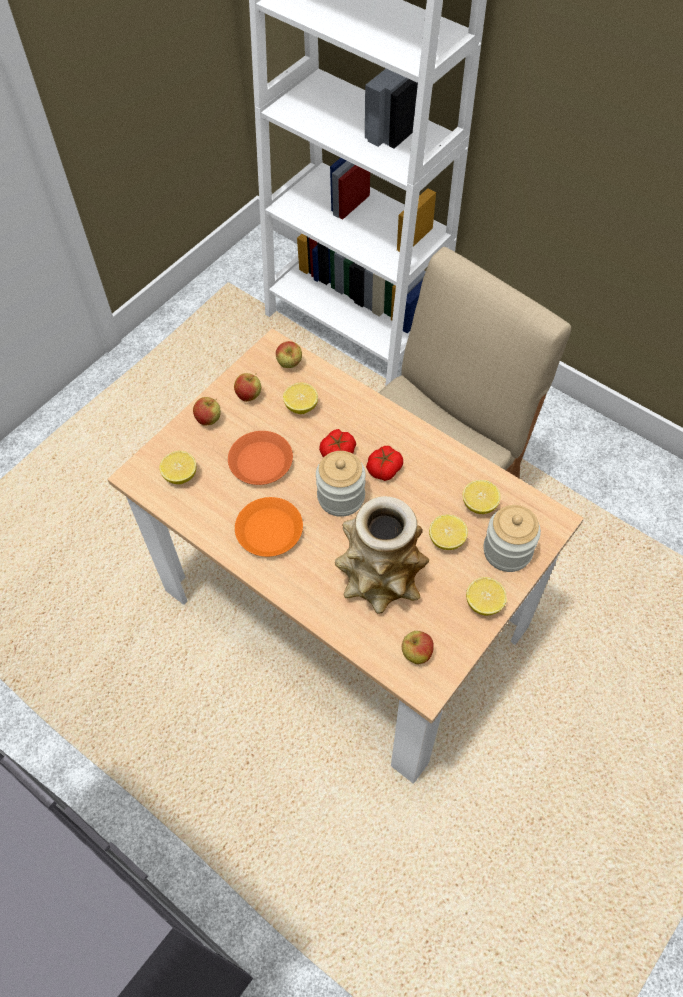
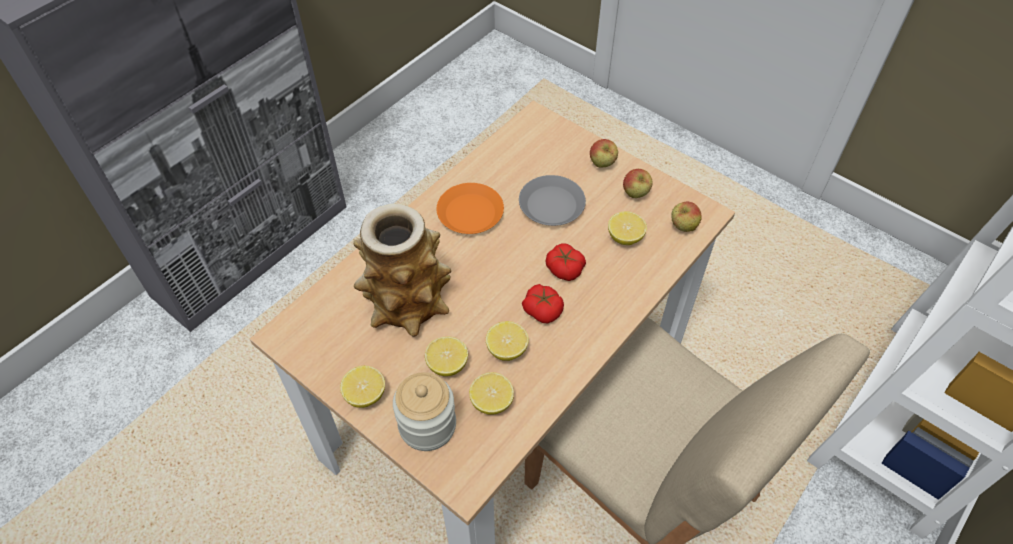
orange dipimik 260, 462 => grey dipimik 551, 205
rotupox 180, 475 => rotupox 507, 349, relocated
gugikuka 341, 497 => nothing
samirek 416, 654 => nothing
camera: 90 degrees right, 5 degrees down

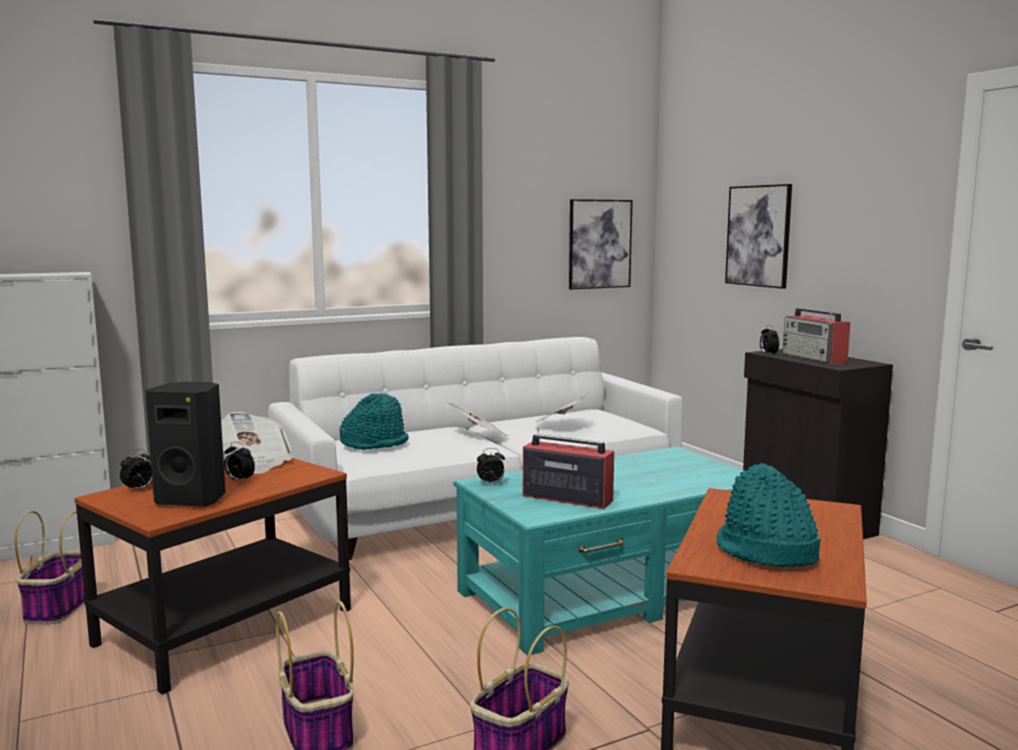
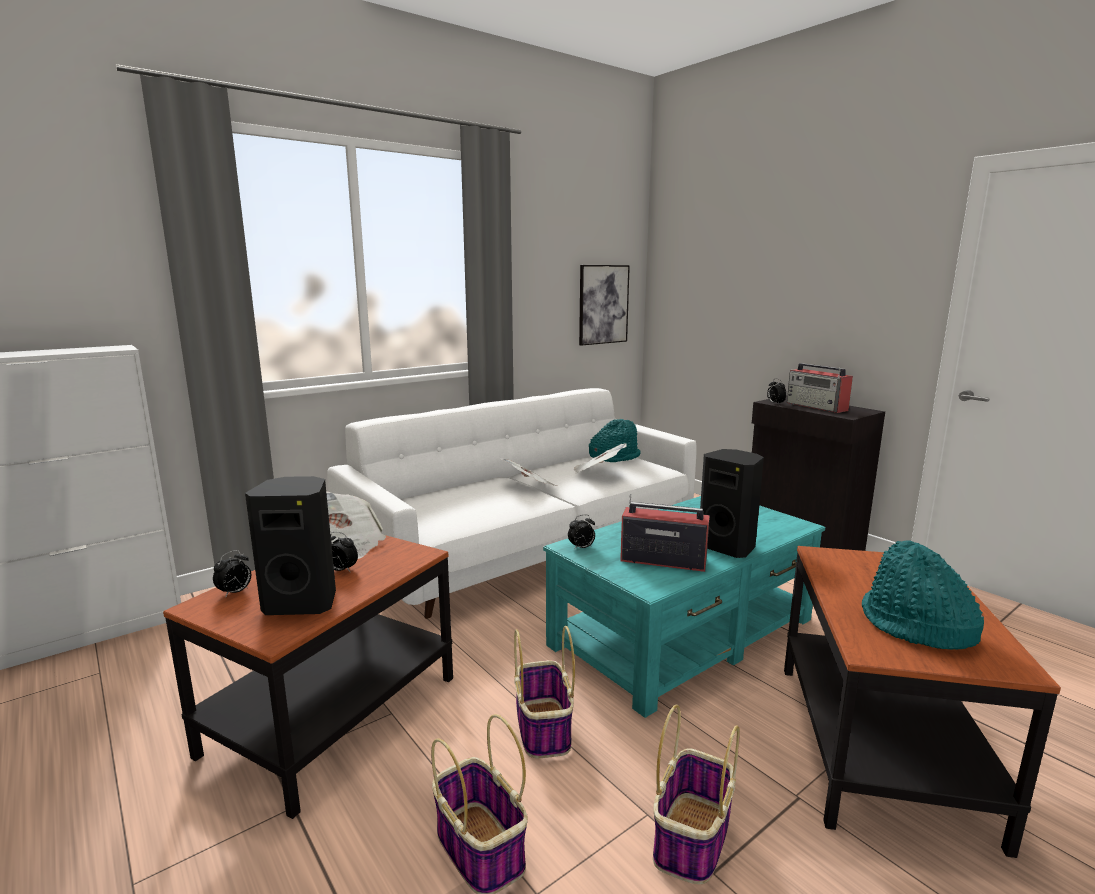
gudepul 758, 236 => nothing
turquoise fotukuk 375, 443 => turquoise fotukuk 614, 457, relocated
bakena 59, 607 => bakena 542, 728, relocated
nothing => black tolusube 728, 547
camera: 10 degrees left, 5 degrees up

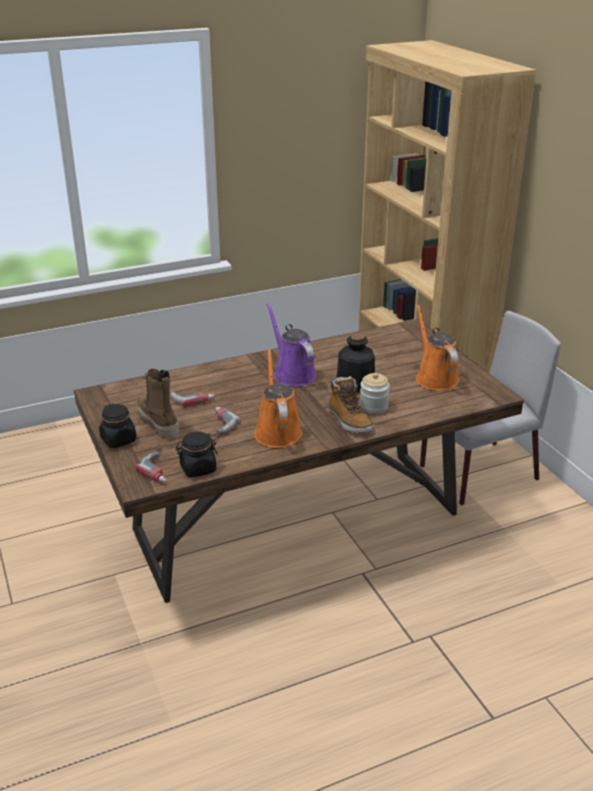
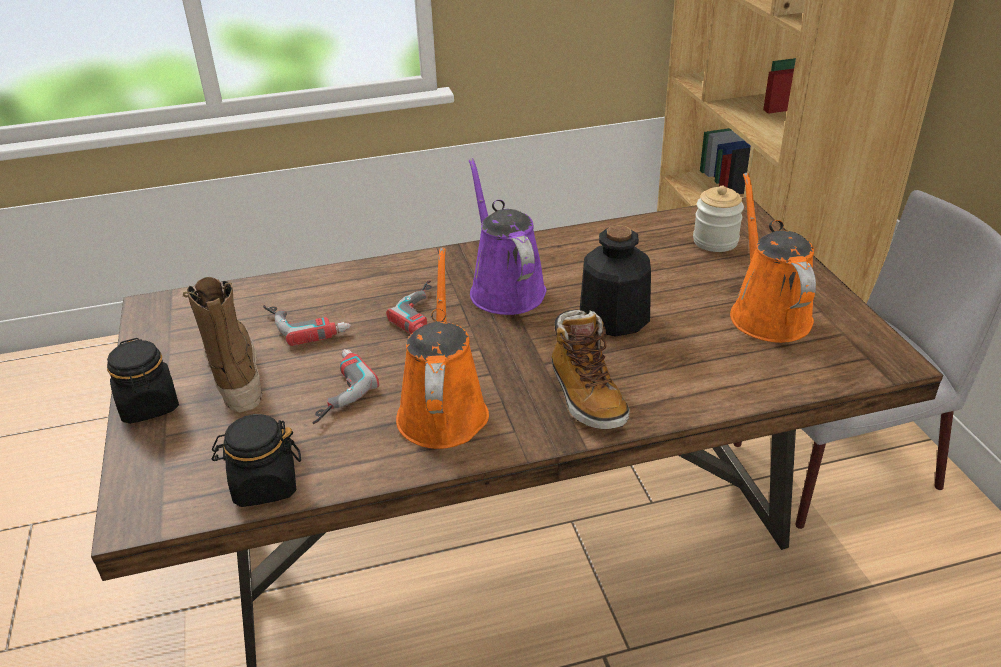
gugikuka 373, 407 => gugikuka 715, 241, relocated
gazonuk 162, 467 => gazonuk 428, 315, relocated
camera: 10 degrees right, 5 degrees up

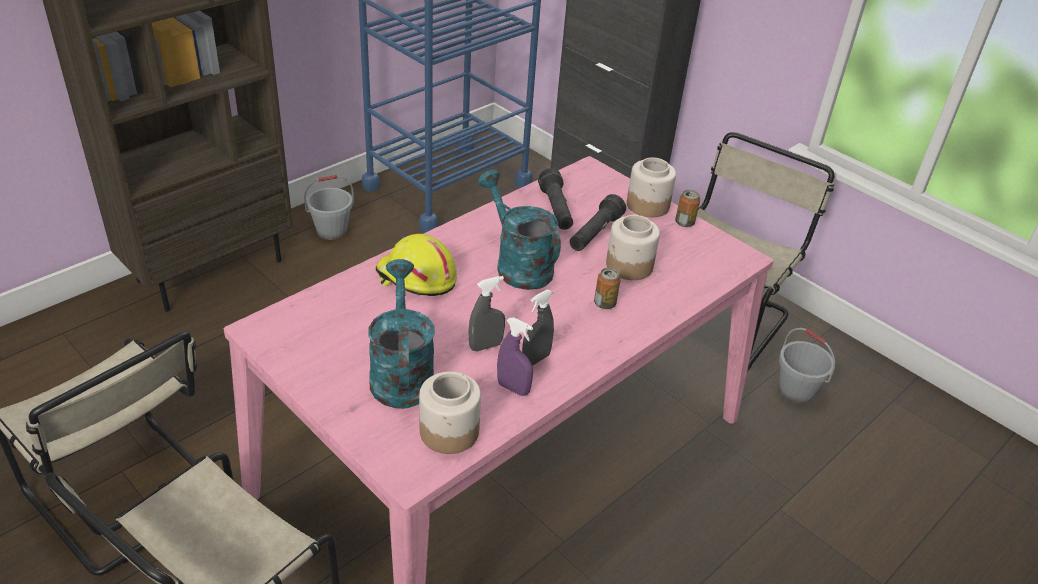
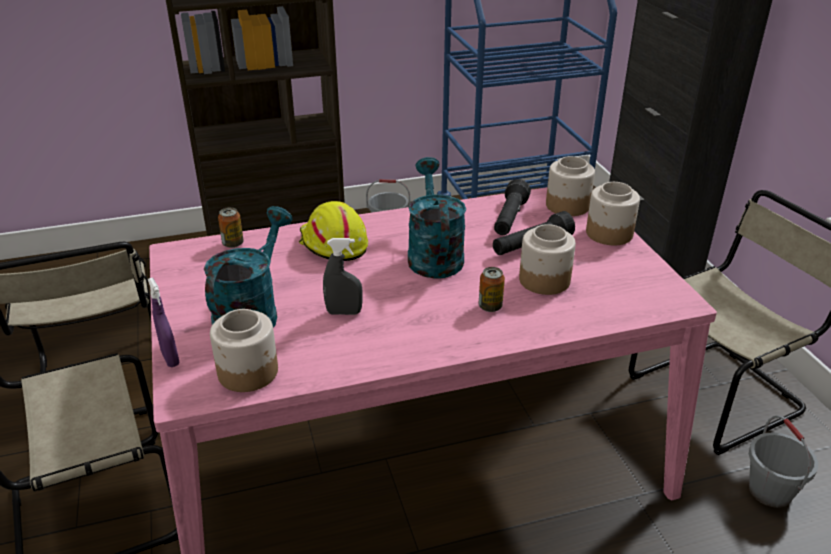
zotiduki 684, 223 => zotiduki 233, 243, relocated
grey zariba 536, 359 => nothing
purple zariba 513, 388 => purple zariba 170, 358, relocated
nothing => gugikuka 567, 206
camera: 30 degrees right, 5 degrees down

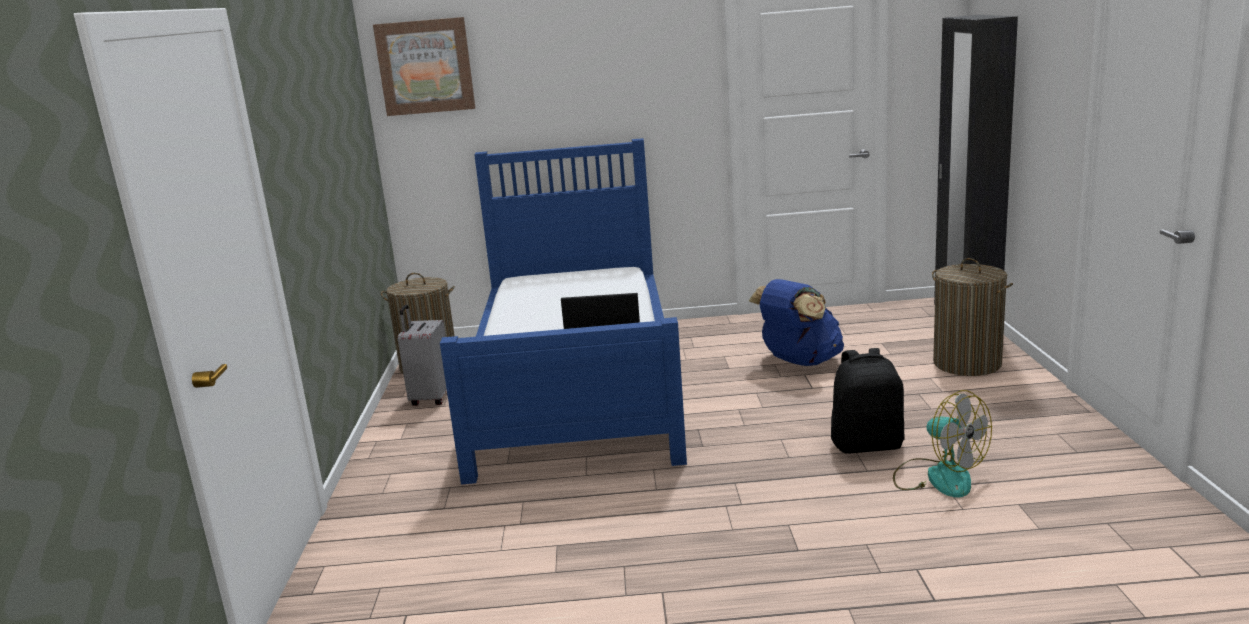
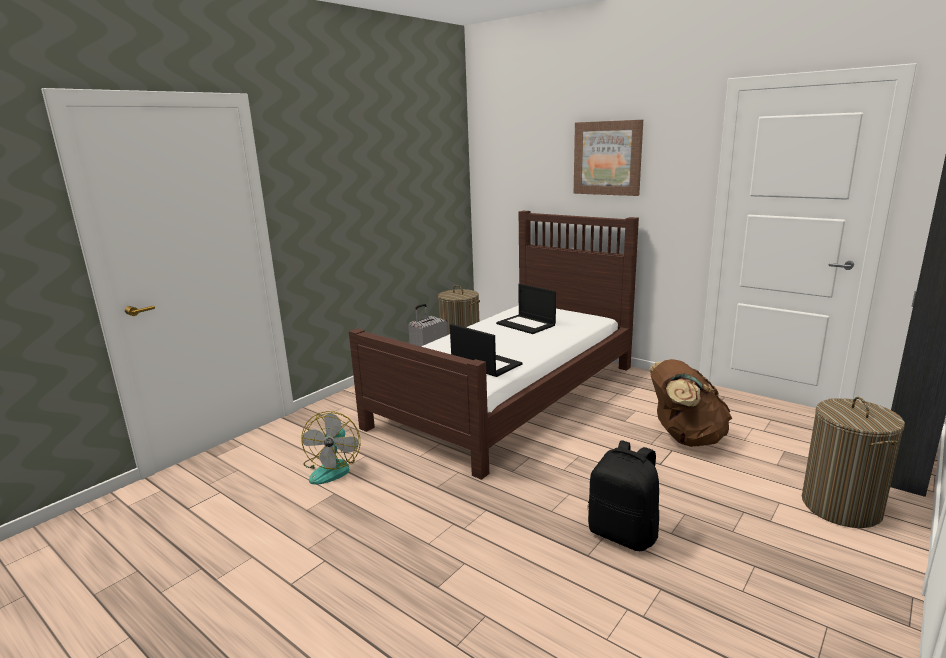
gudepul 425, 66 => gudepul 607, 158, relocated
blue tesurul 576, 388 => brown tesurul 508, 394
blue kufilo 799, 361 => brown kufilo 685, 438
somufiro 938, 477 => somufiro 333, 468, relocated
nothing => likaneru 526, 324
camera: 40 degrees right, 0 degrees up

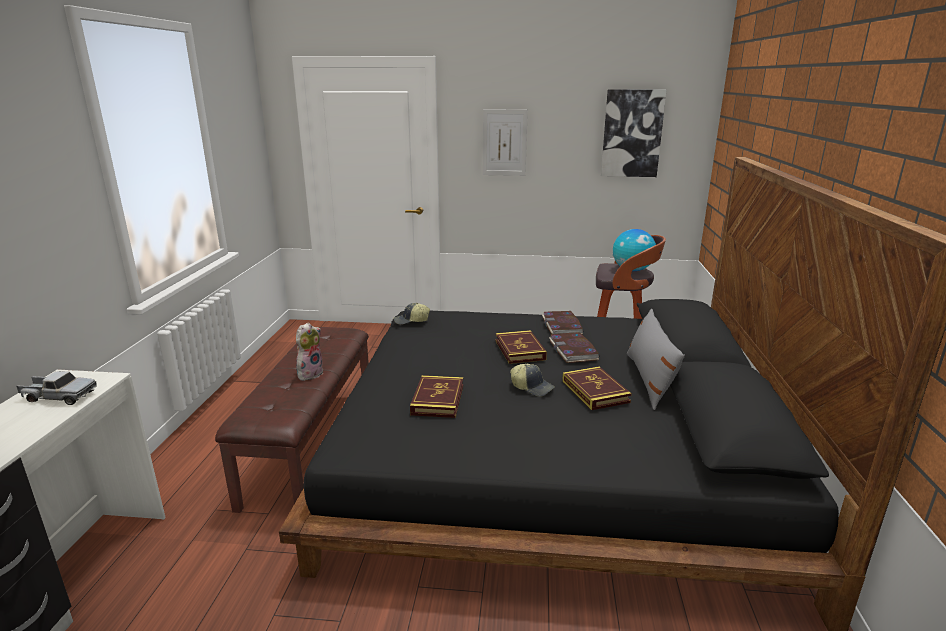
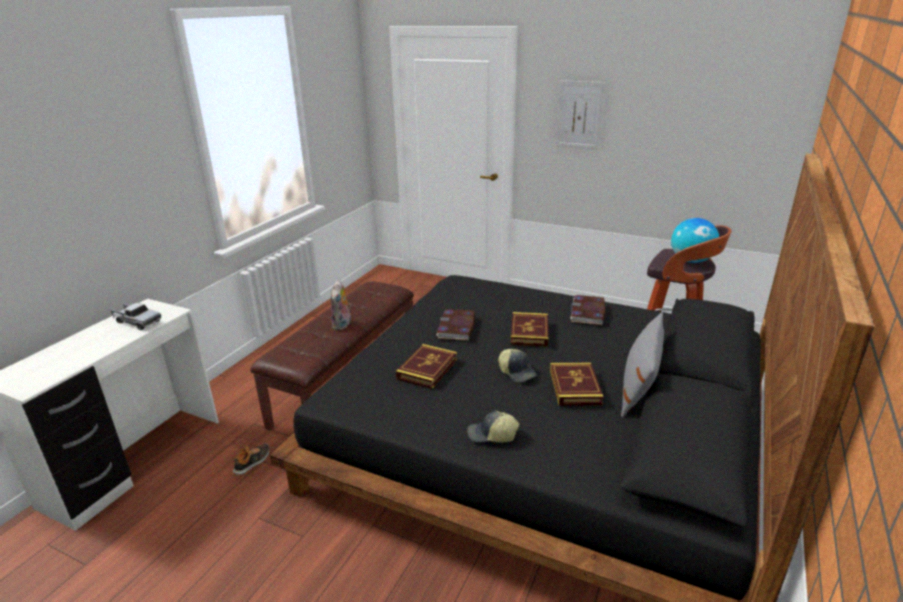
gudepul 632, 133 => nothing
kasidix 411, 321 => kasidix 492, 435, relocated
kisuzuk 310, 373 => kisuzuk 342, 325, 135 degrees clockwise
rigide 573, 350 => rigide 456, 327, relocated
nothing => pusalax 252, 462
camera: 20 degrees right, 5 degrees up

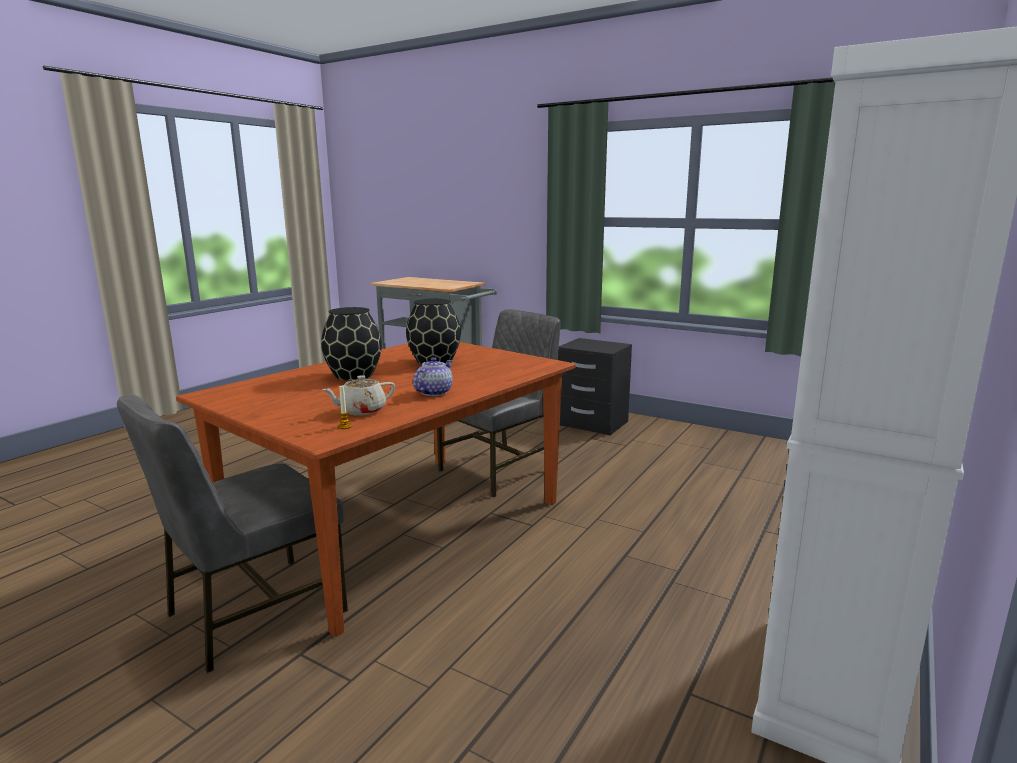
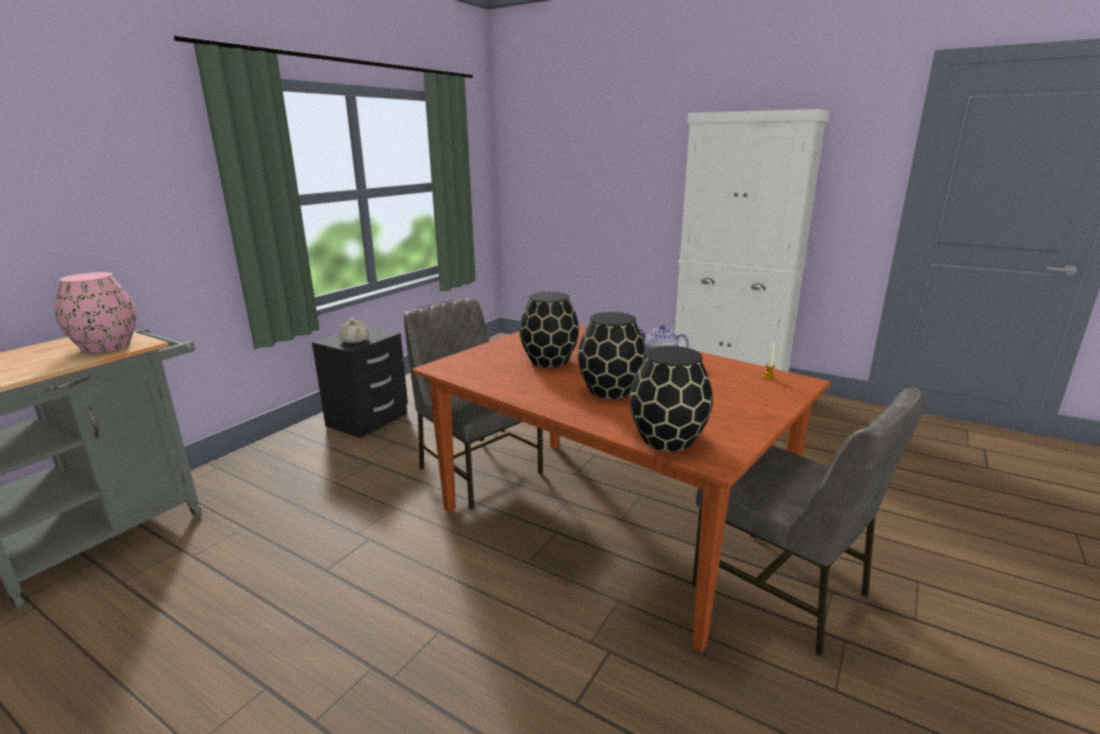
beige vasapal 362, 411 => beige vasapal 355, 340, relocated
nothing => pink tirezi 105, 347
nothing => black tirezi 667, 439
camera: 90 degrees left, 5 degrees up

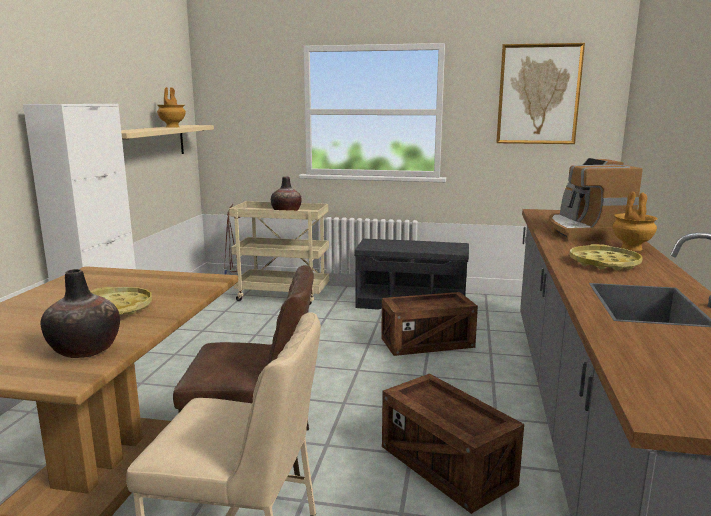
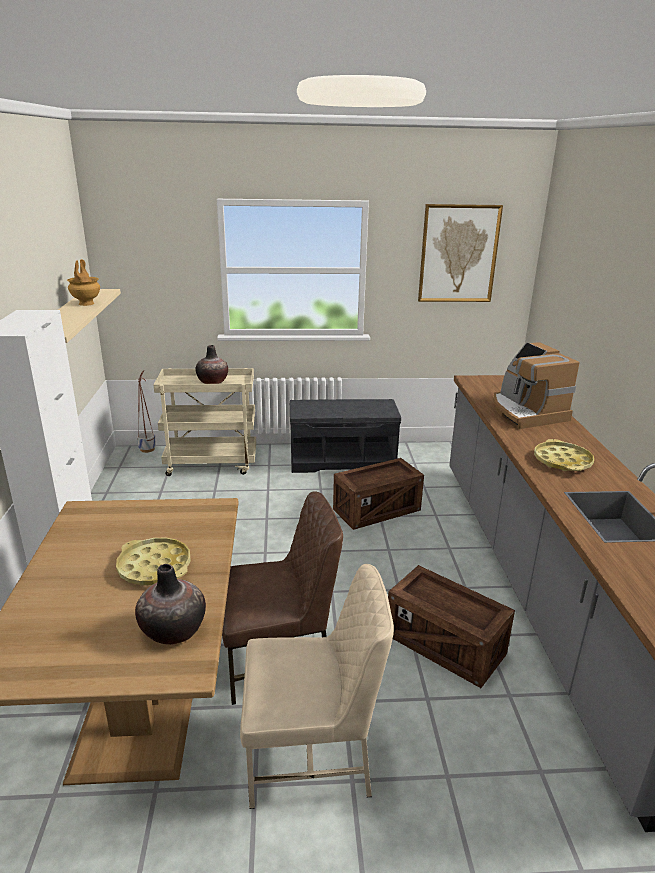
brown tirezi 630, 248 => nothing
camera: 15 degrees left, 10 degrees up

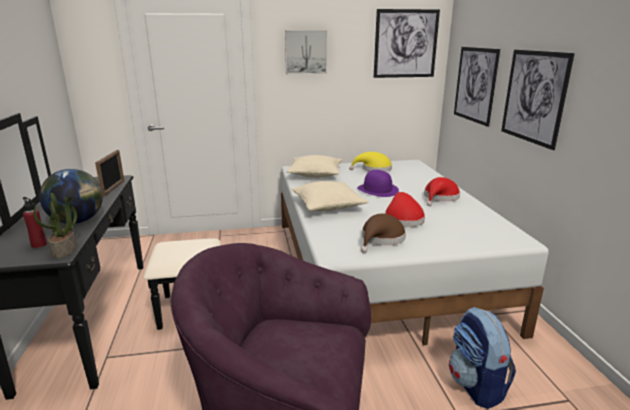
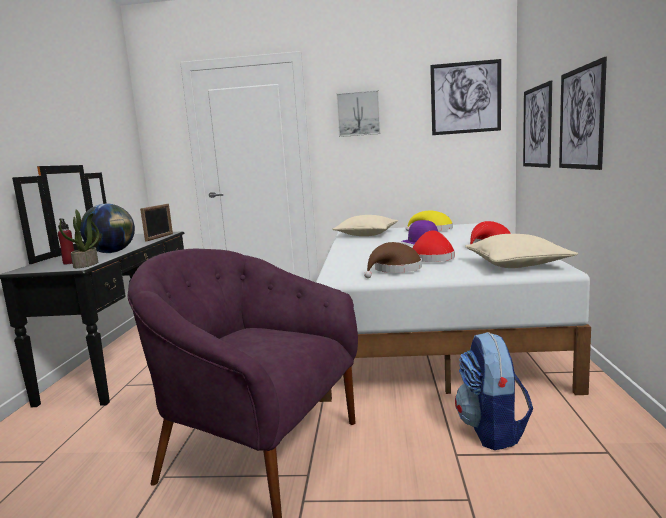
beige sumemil 328, 206 => beige sumemil 517, 264, relocated
camera: 15 degrees right, 10 degrees down

